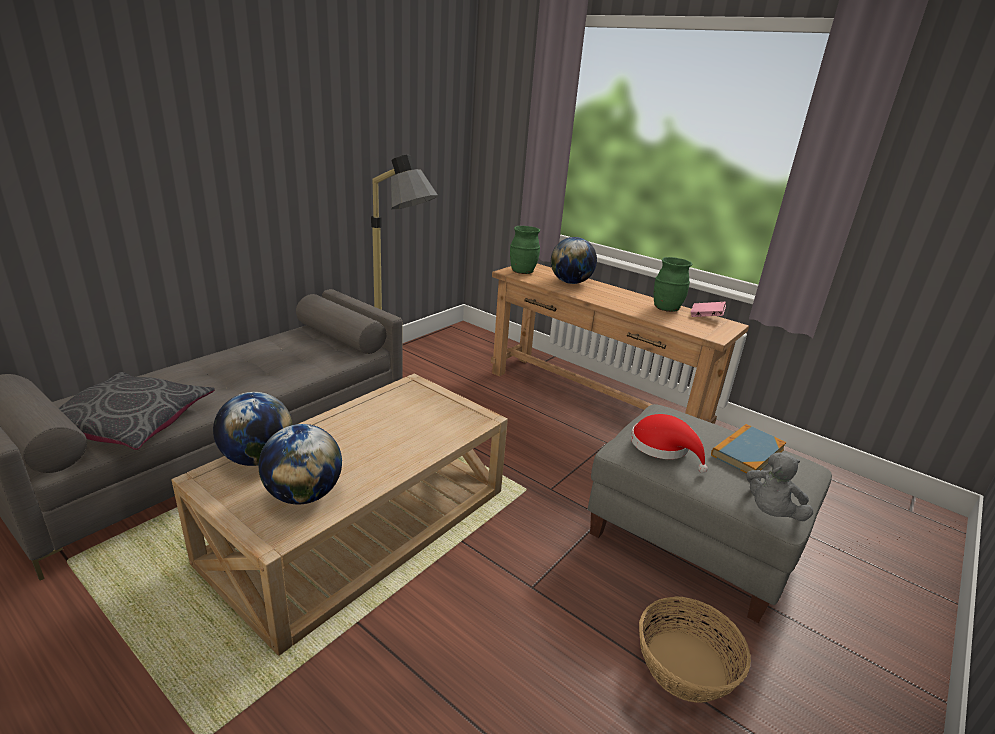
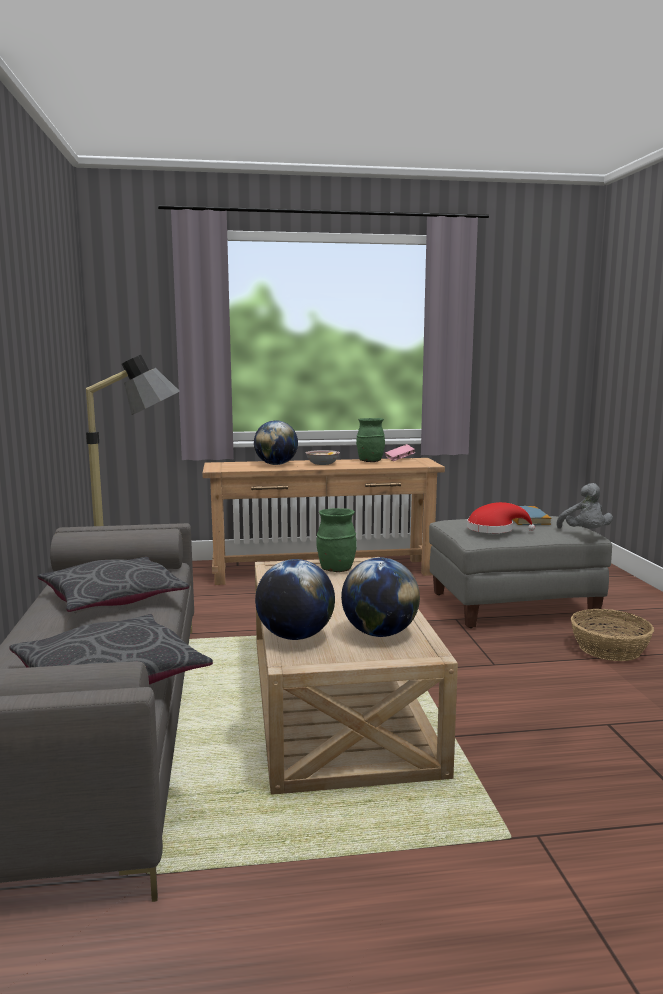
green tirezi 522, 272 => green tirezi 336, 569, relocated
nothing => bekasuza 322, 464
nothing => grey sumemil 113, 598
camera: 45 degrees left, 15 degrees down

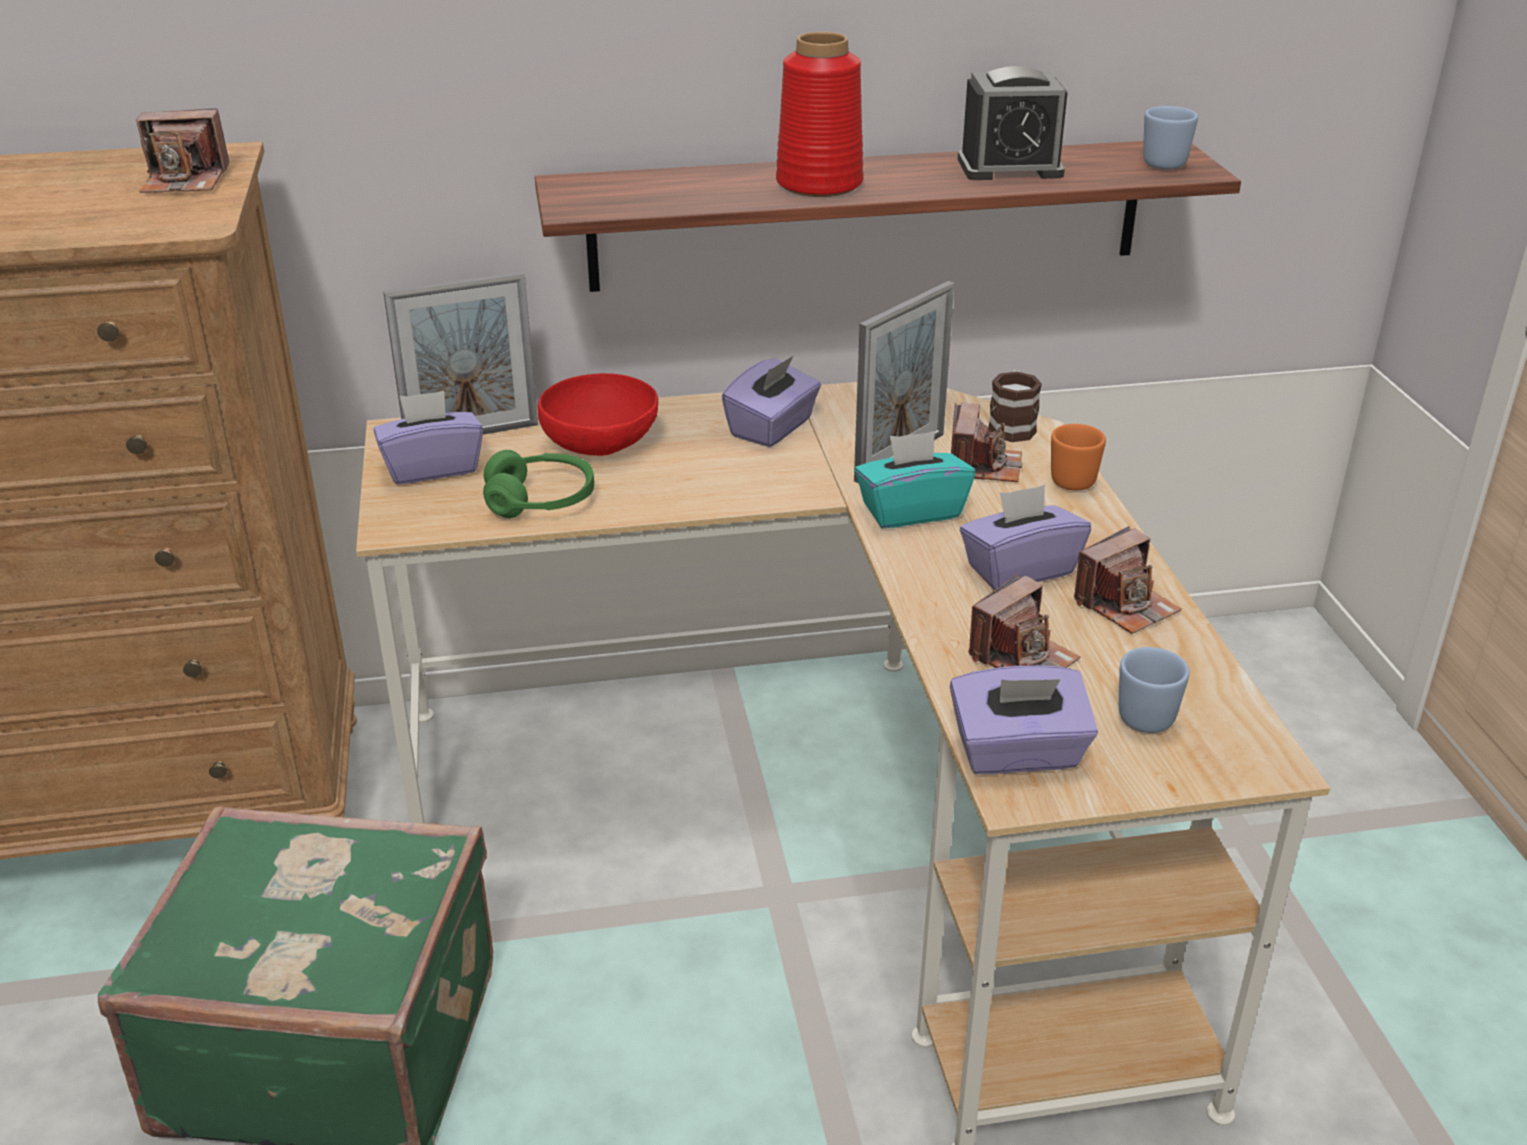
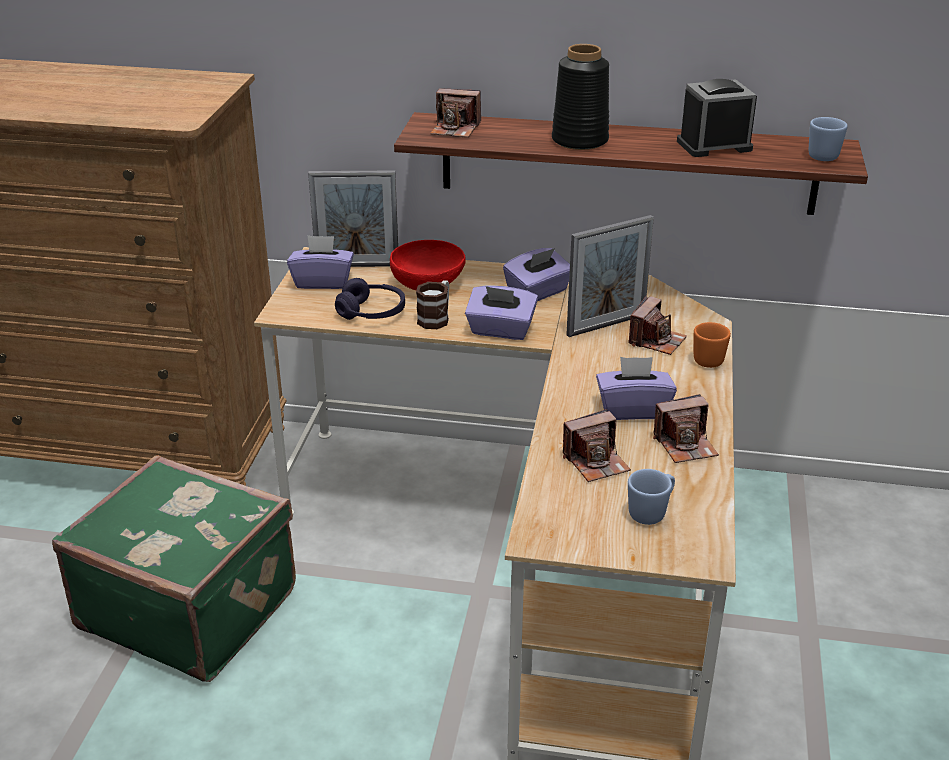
red tirezi 817, 184 => black tirezi 578, 140
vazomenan 1010, 167 => vazomenan 714, 145, 150 degrees clockwise
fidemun 185, 181 => fidemun 455, 129, relocated
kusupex 1012, 425 => kusupex 436, 318, relocated
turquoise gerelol 911, 511 => nothing
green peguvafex 540, 500 => purple peguvafex 372, 312
purple gerelol 1018, 753 => purple gerelol 500, 330, relocated
camera: 20 degrees right, 0 degrees up

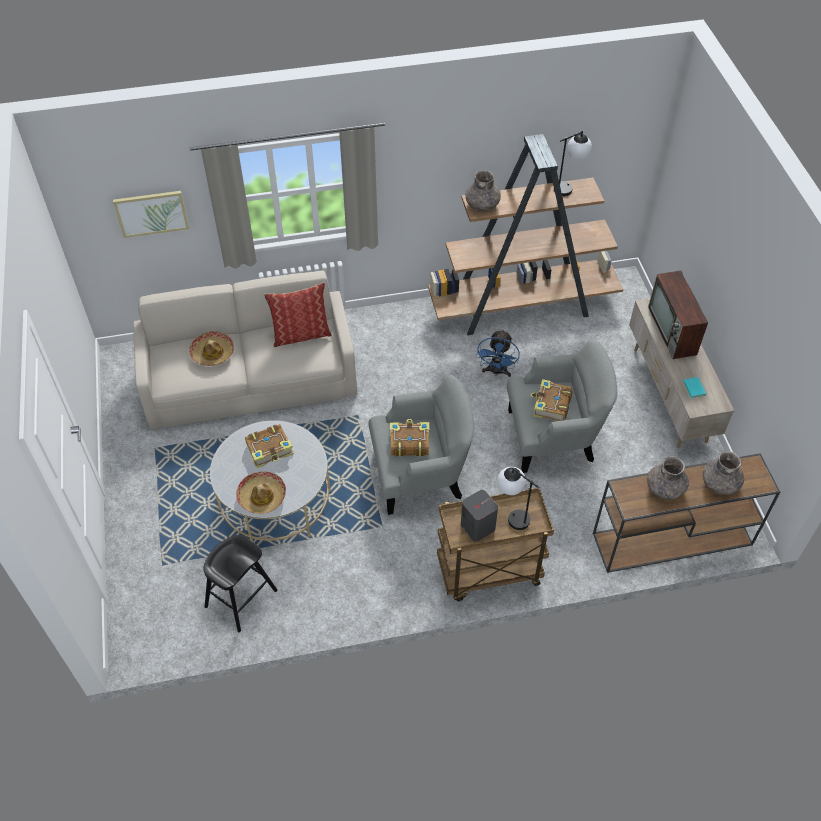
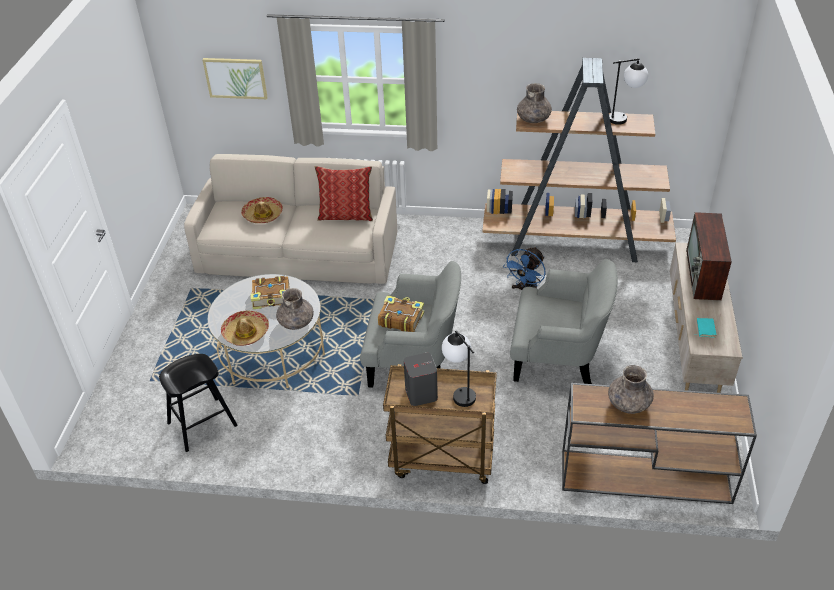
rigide 551, 405 => nothing
grey tirezi 720, 483 => grey tirezi 296, 322, relocated
camera: 20 degrees right, 10 degrees down

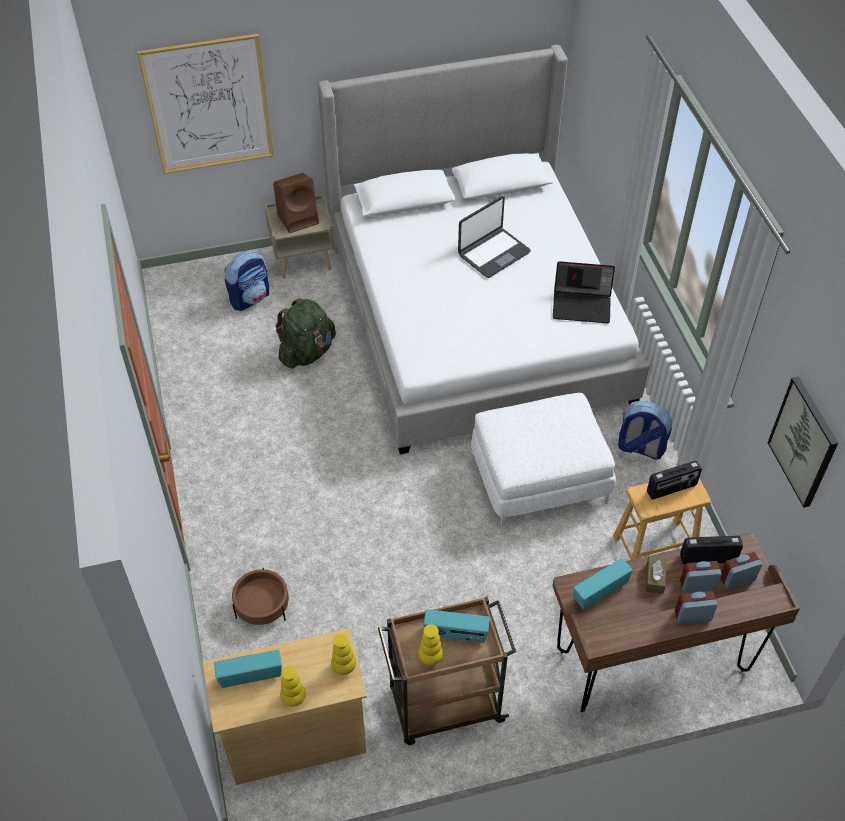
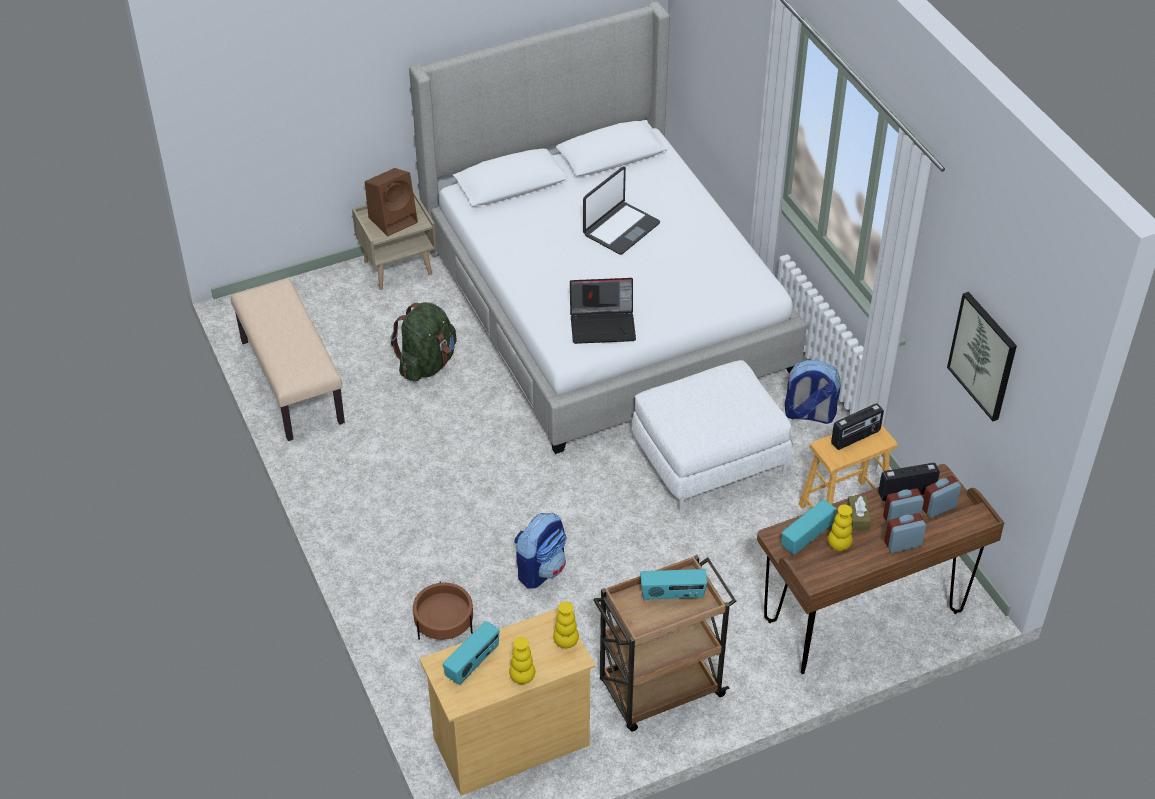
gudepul 208, 105 => nothing
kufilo 250, 298 => kufilo 541, 569, relocated
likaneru 582, 305 => likaneru 603, 325, relocated
yellow tirezi 430, 658 => yellow tirezi 839, 545, relocated
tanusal 250, 675 => tanusal 473, 663, 150 degrees clockwise
nothing => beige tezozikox 290, 381
camera: 10 degrees left, 5 degrees down

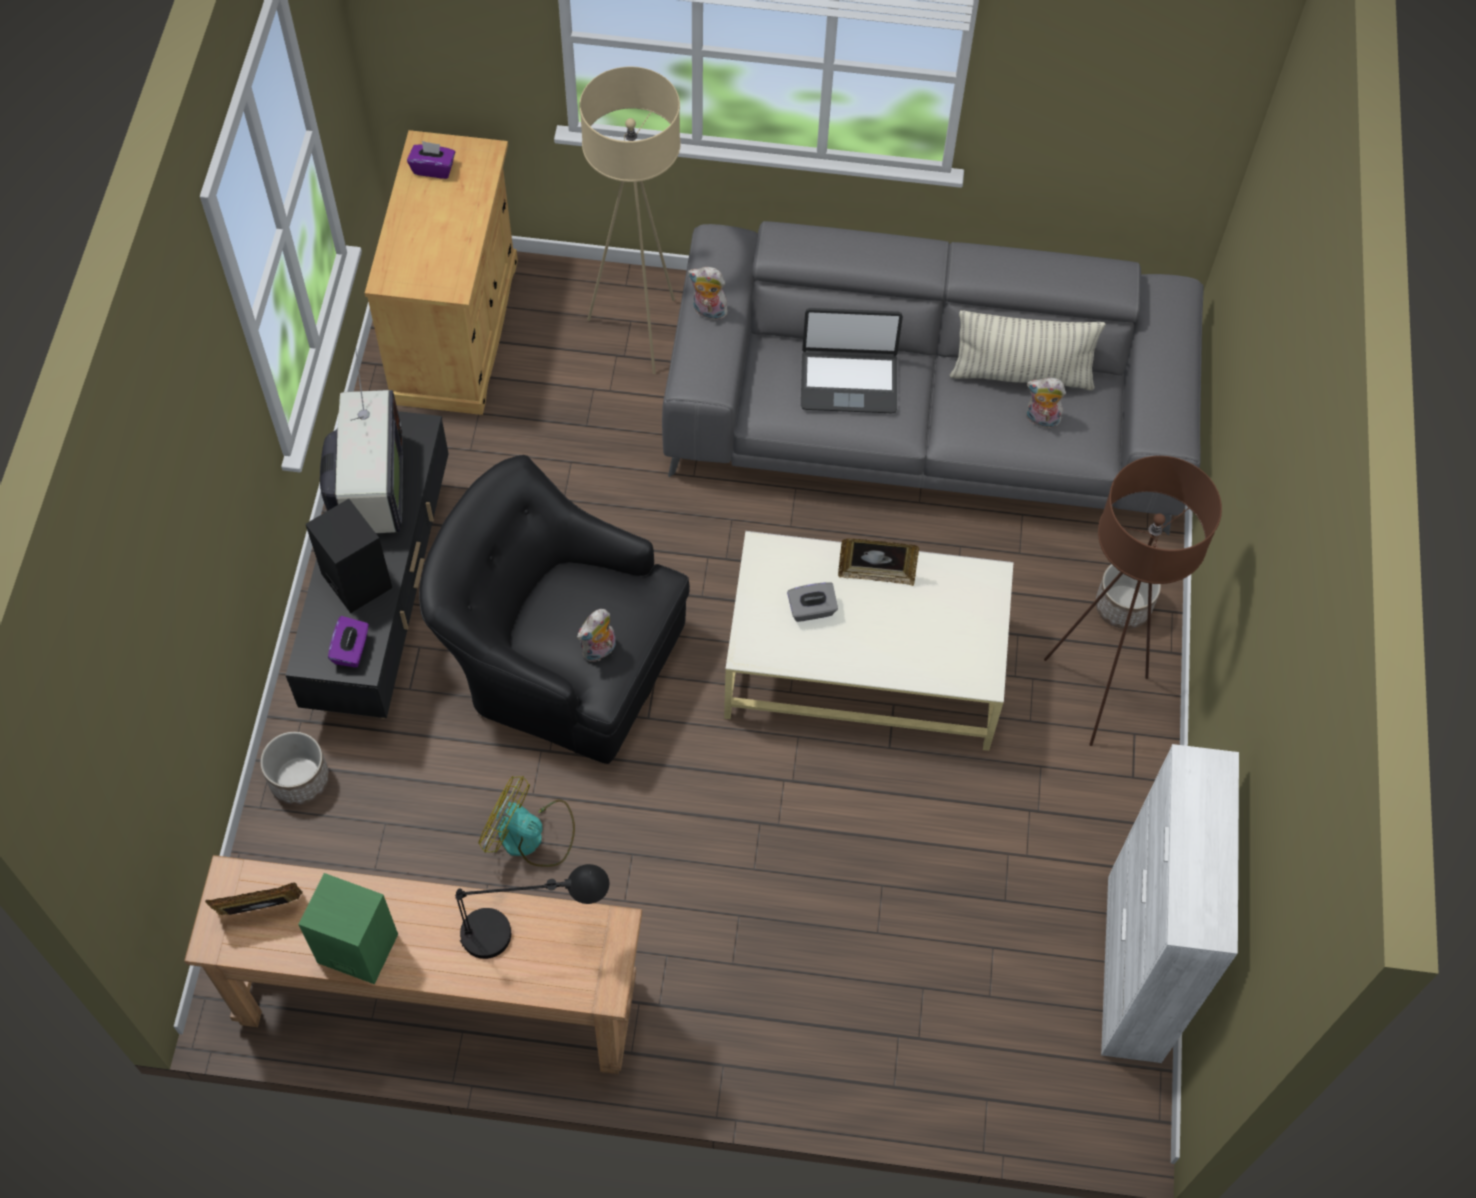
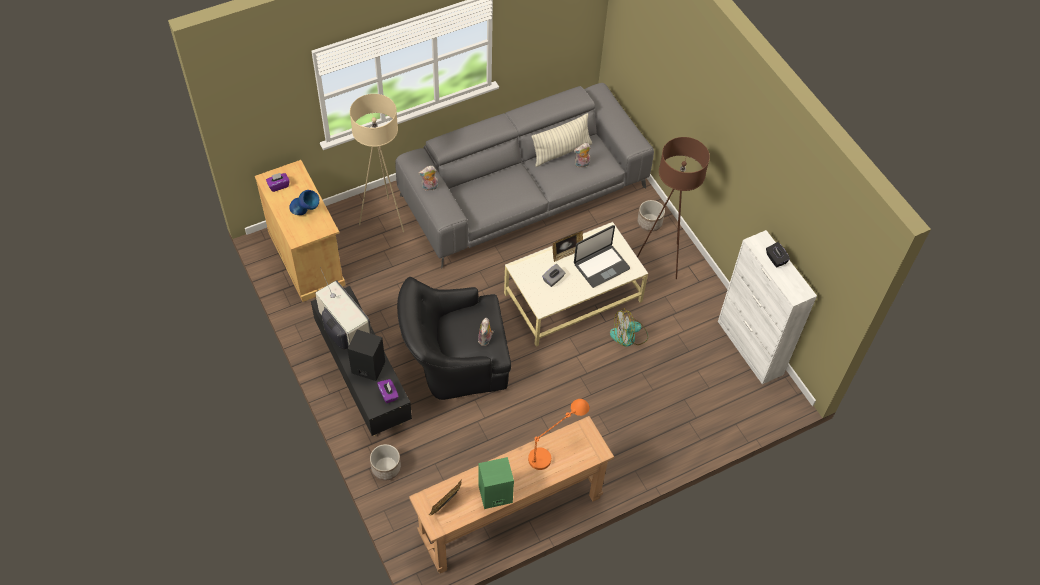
likaneru 848, 381 => likaneru 601, 266, relocated
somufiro 530, 836 => somufiro 629, 336, relocated
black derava 531, 930 => orange derava 555, 447
nothing => blue tirezi 306, 213
nothing => black gerelol 775, 259
camera: 35 degrees left, 5 degrees down

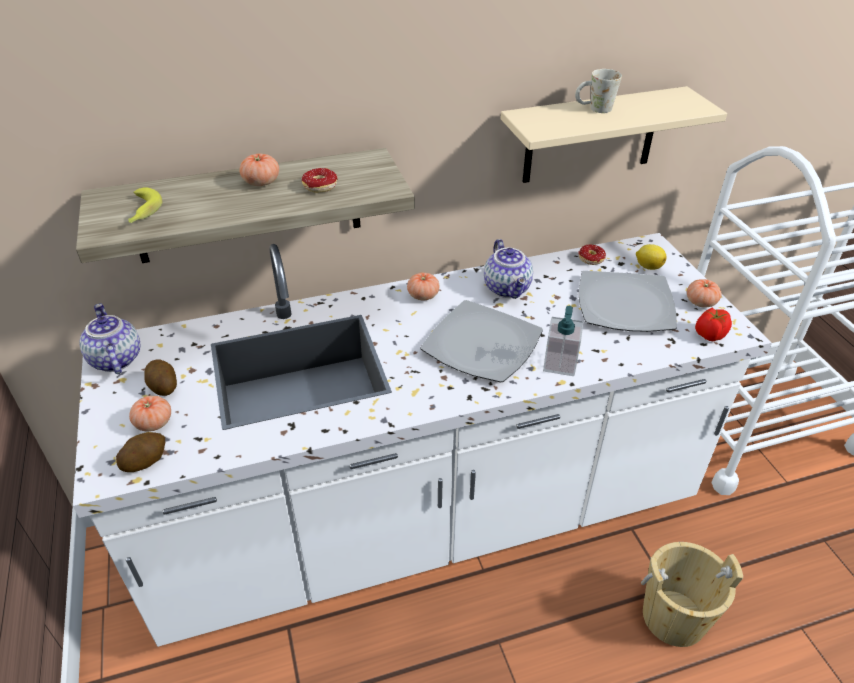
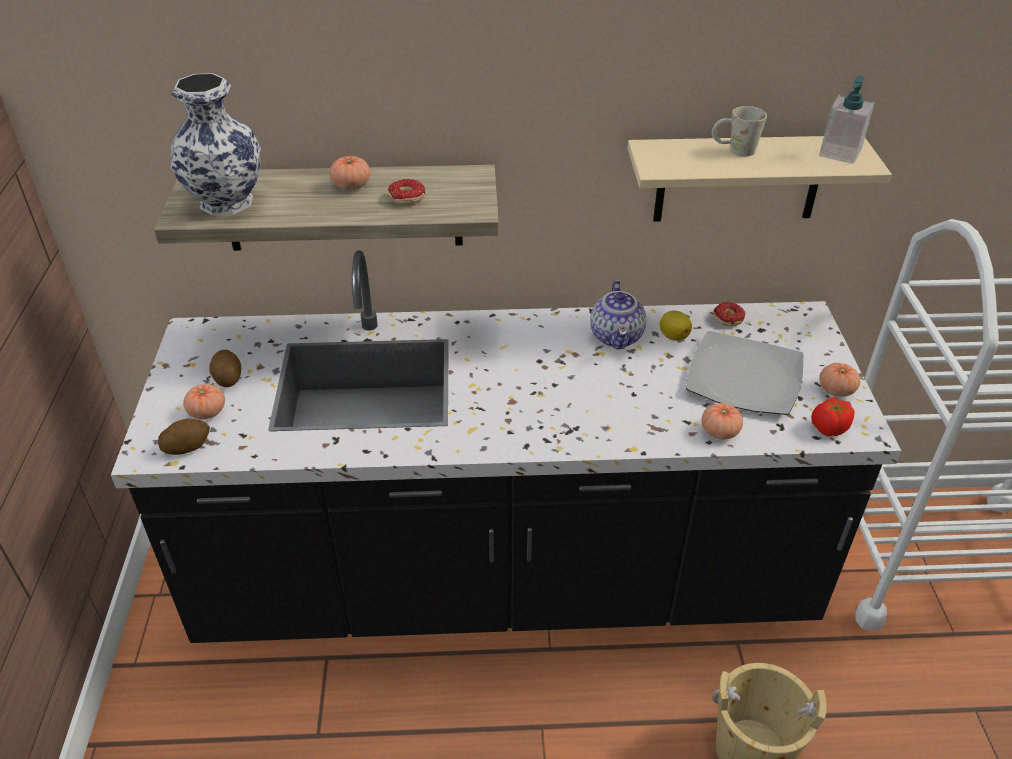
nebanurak 142, 212 => tirezi 226, 201
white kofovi 427, 519 => black kofovi 506, 581
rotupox 648, 266 => rotupox 673, 336, relocated
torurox 423, 295 => torurox 719, 431, relocated
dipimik 482, 346 => nothing
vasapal 114, 359 => nothing
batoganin 560, 364 => batoganin 840, 153, relocated
camera: 15 degrees right, 0 degrees up

